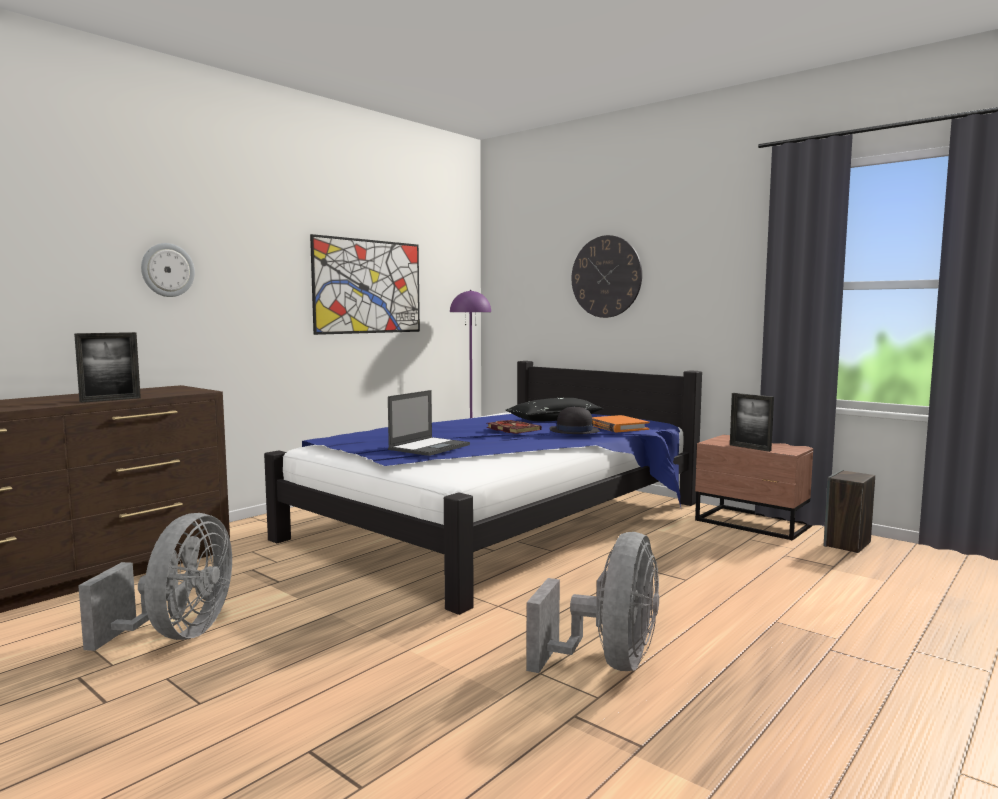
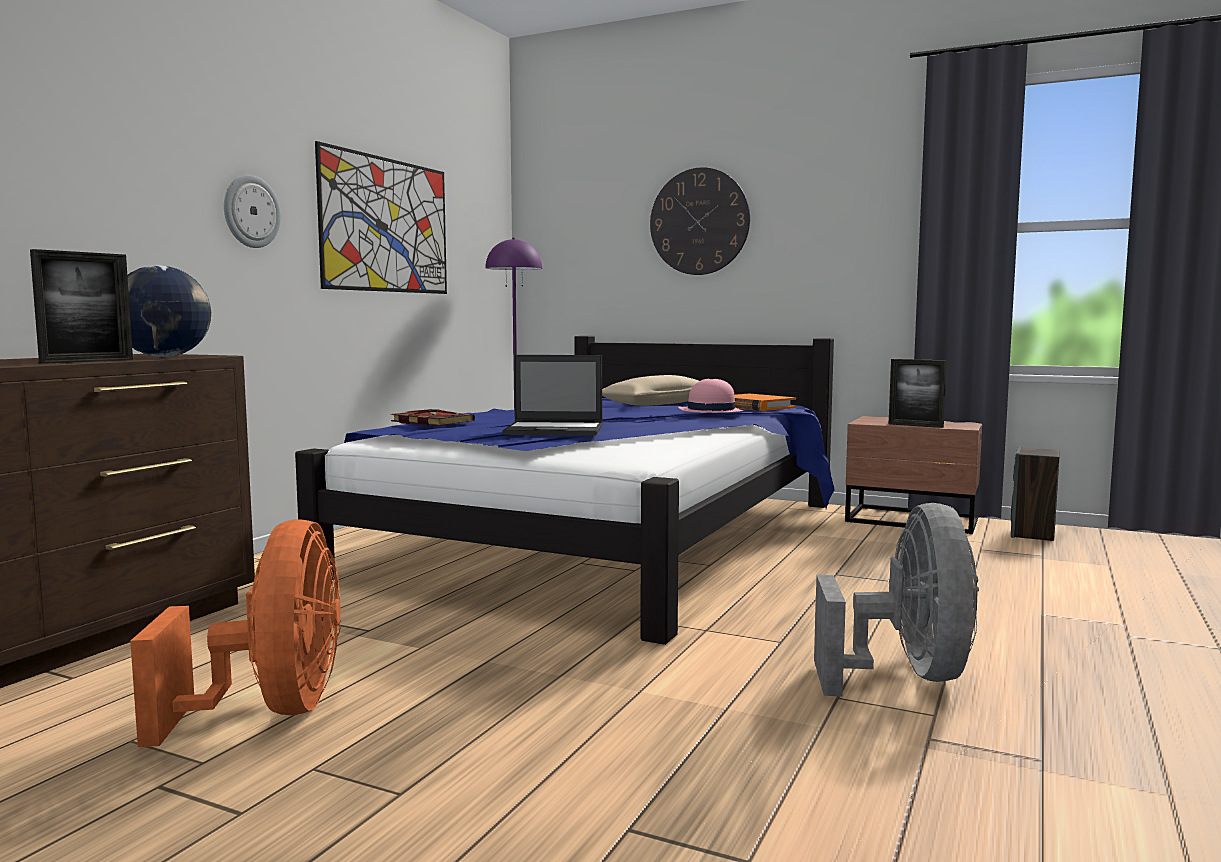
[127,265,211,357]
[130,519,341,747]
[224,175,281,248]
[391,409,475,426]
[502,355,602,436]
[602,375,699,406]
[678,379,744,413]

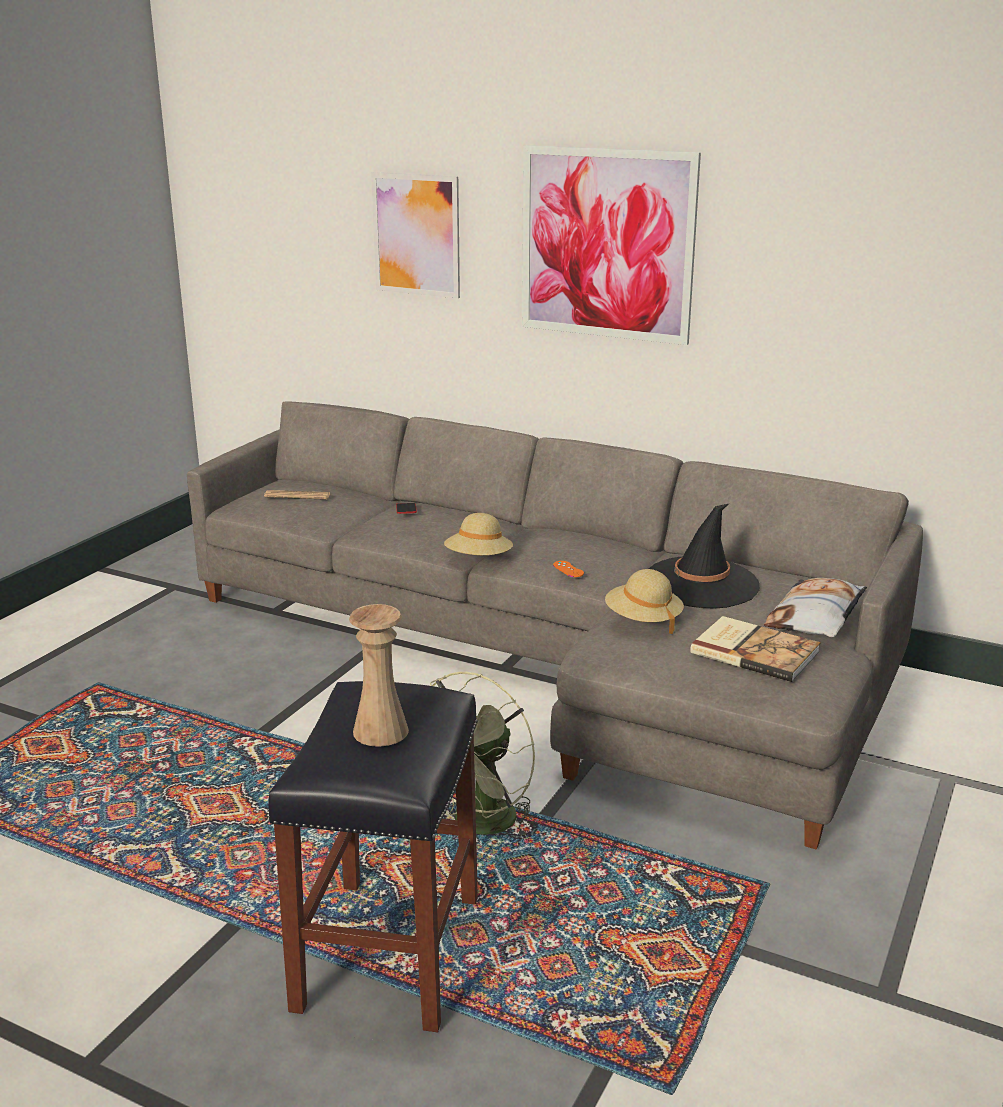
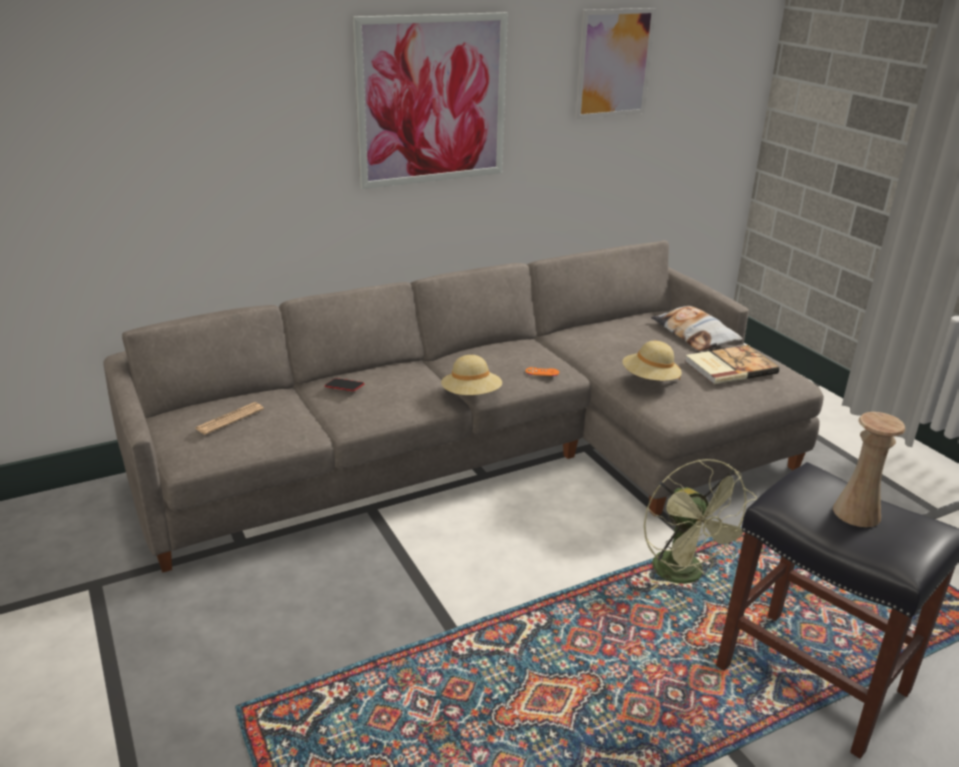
[575,8,656,119]
[649,504,760,608] (first image)

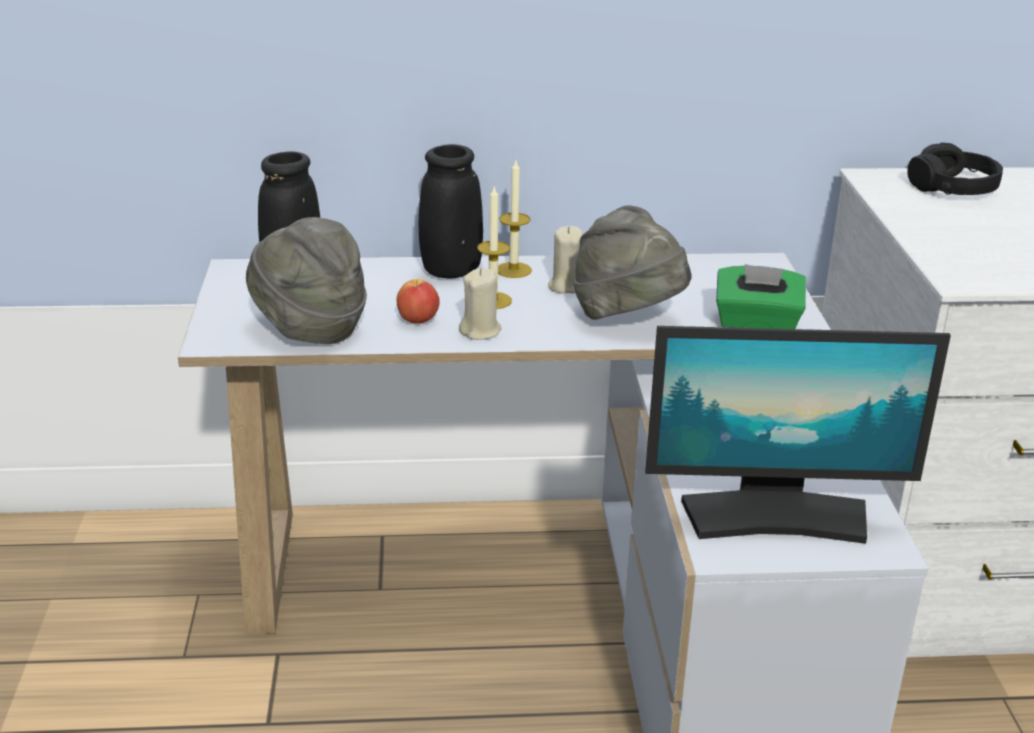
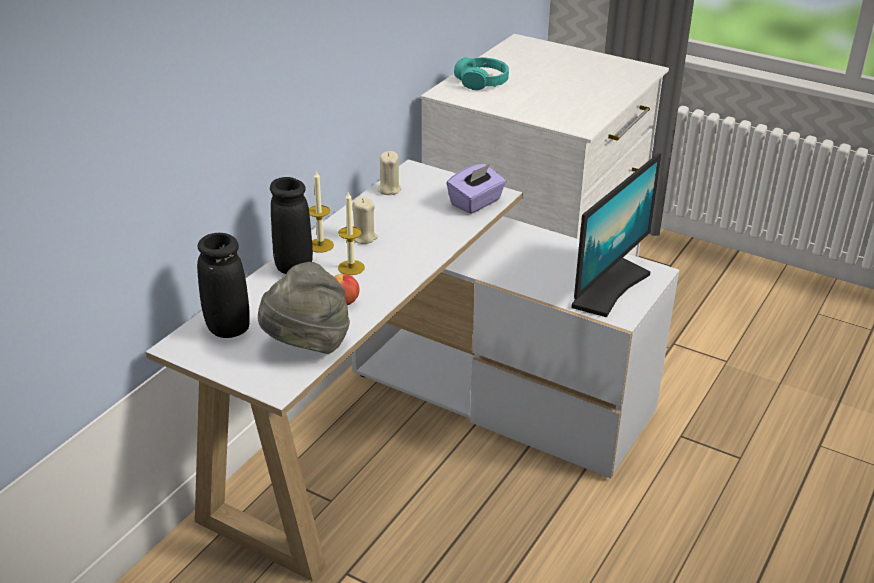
[377,151,401,195]
[446,164,506,214]
[454,57,509,90]
[573,205,692,320] (first image)

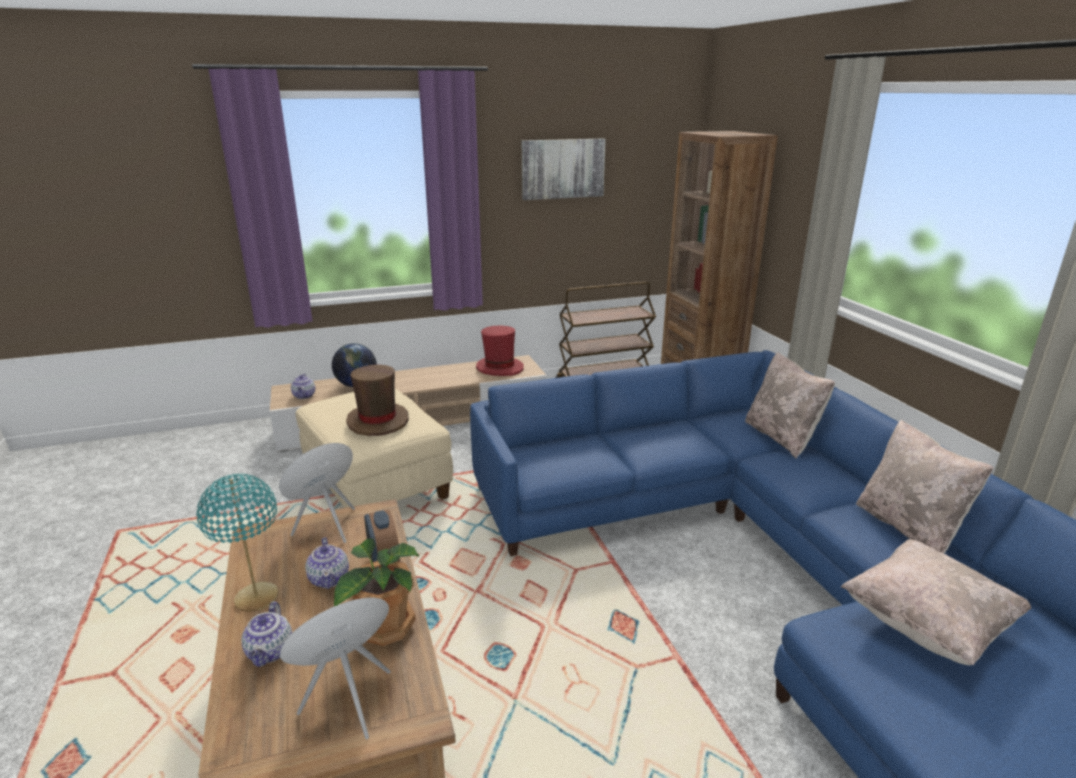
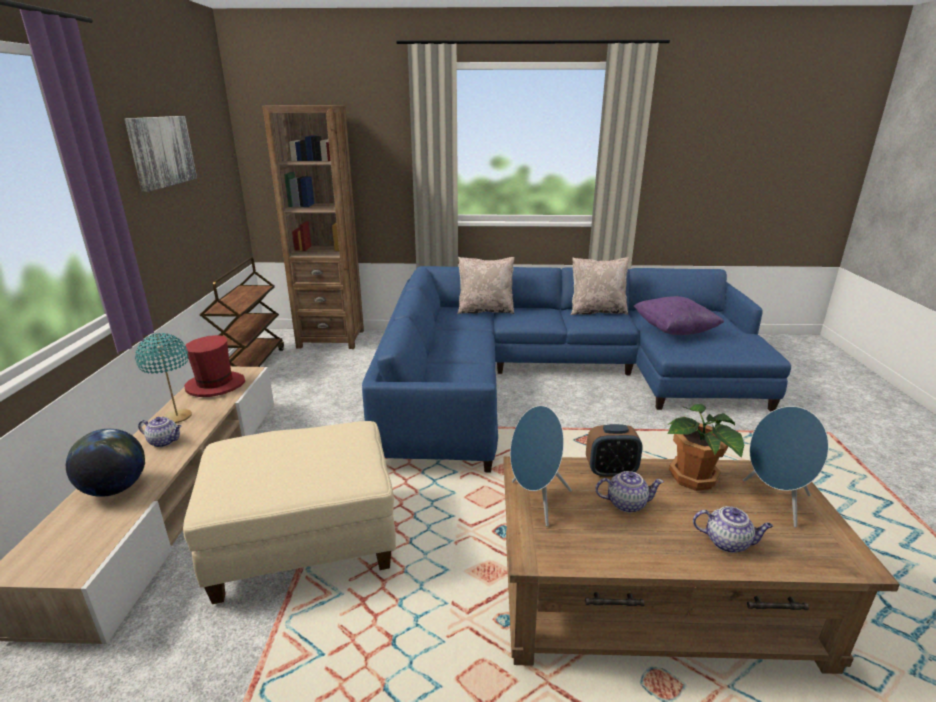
[135,333,192,423]
[138,417,181,447]
[634,296,724,335]
[346,365,409,436] (first image)

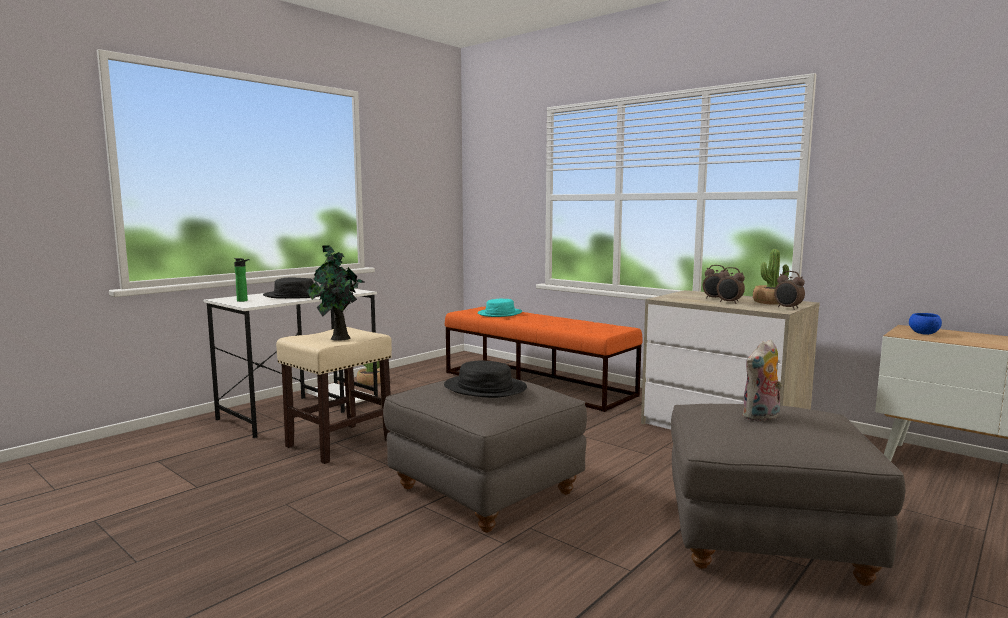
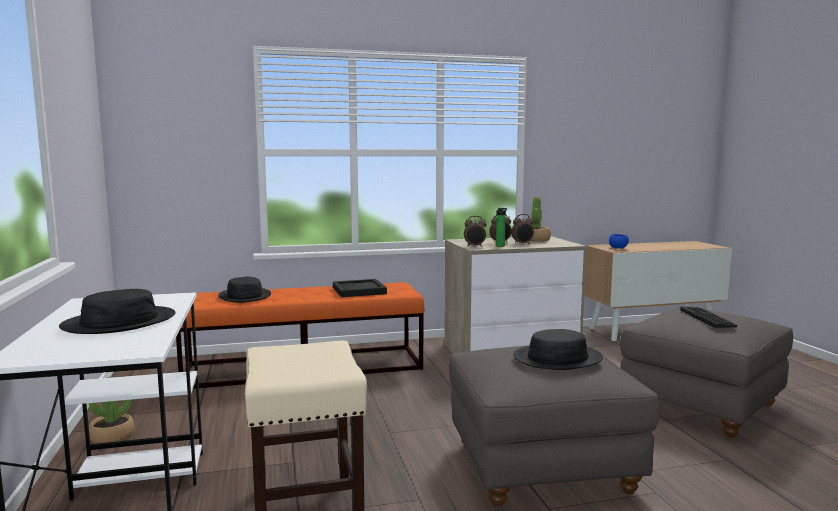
[218,277,271,302]
[333,279,387,297]
[464,216,486,247]
[496,208,507,247]
[680,307,737,328]
[306,245,365,341] (first image)

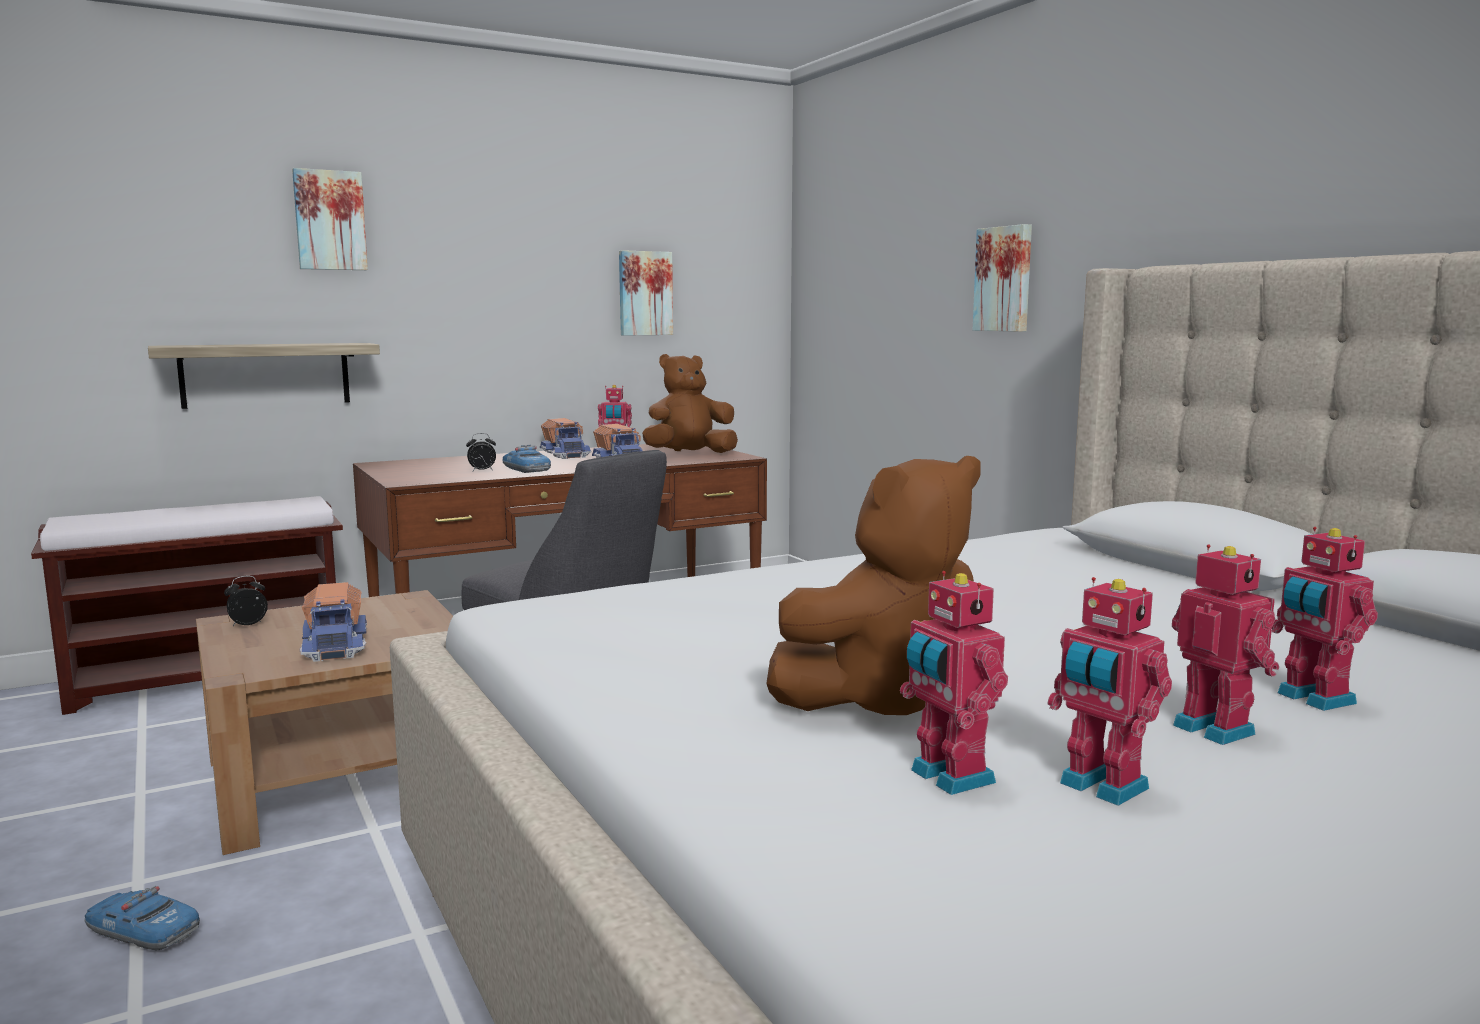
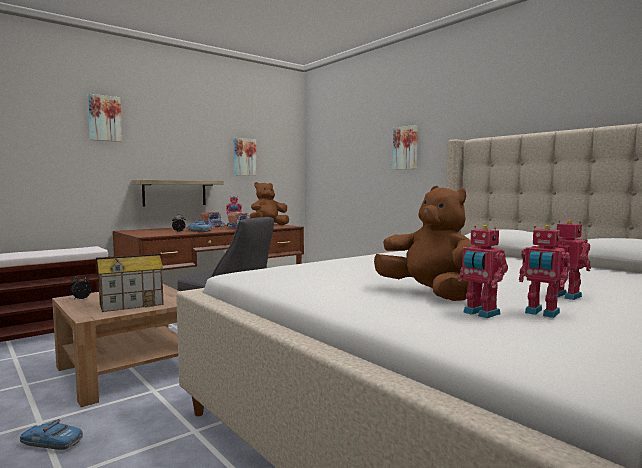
[96,253,164,312]
[132,180,224,207]
[374,186,478,301]
[1271,527,1378,711] (first image)

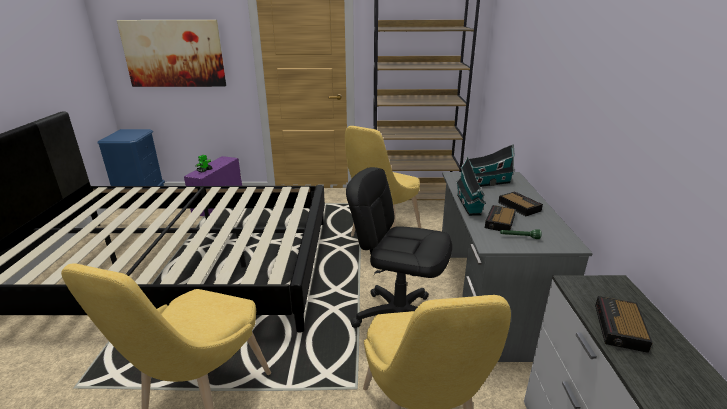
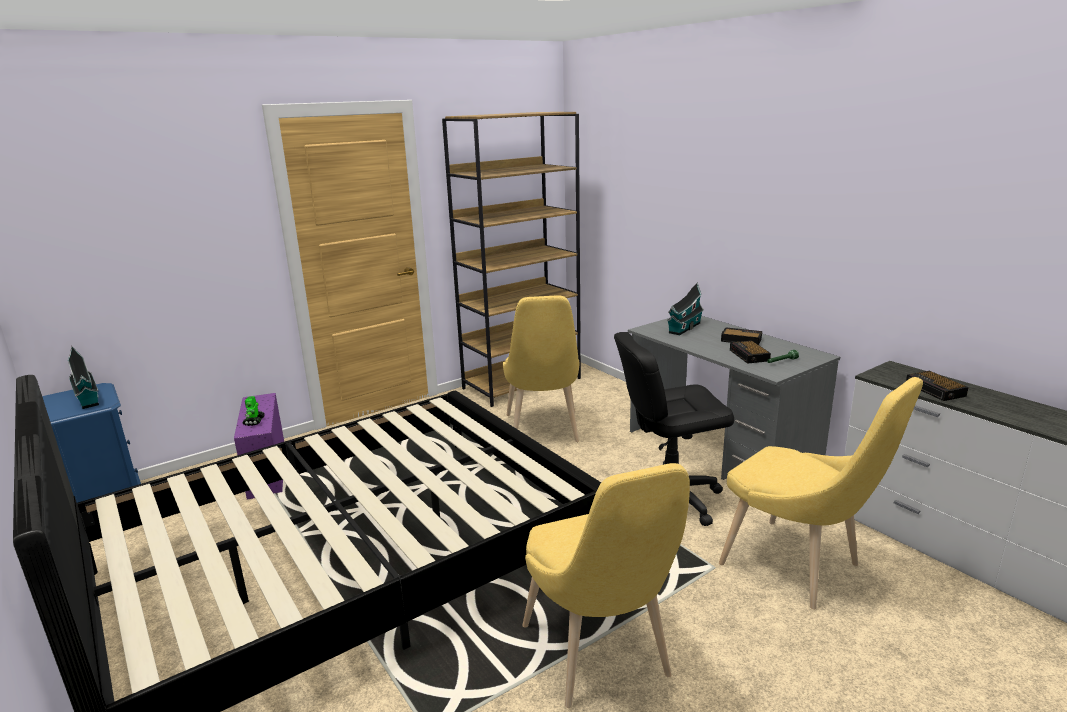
[68,346,99,409]
[117,20,226,87] (first image)

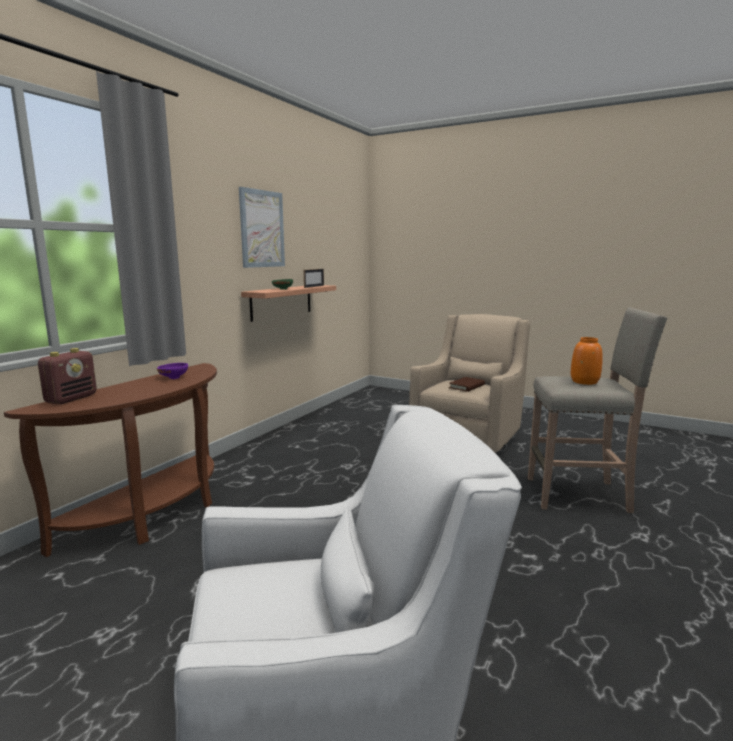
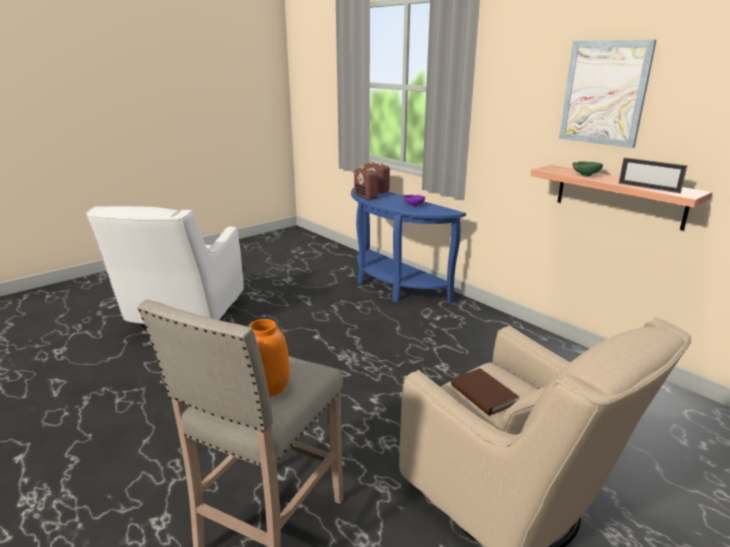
[351,188,466,304]
[354,166,380,200]

